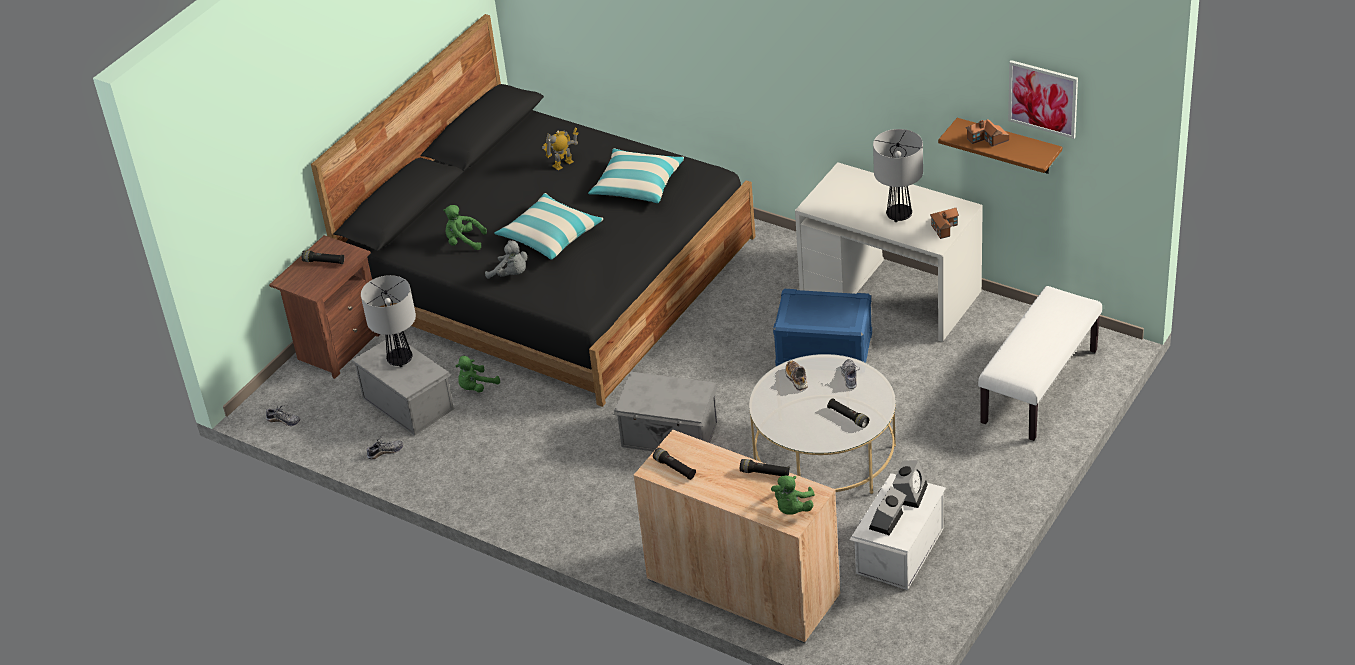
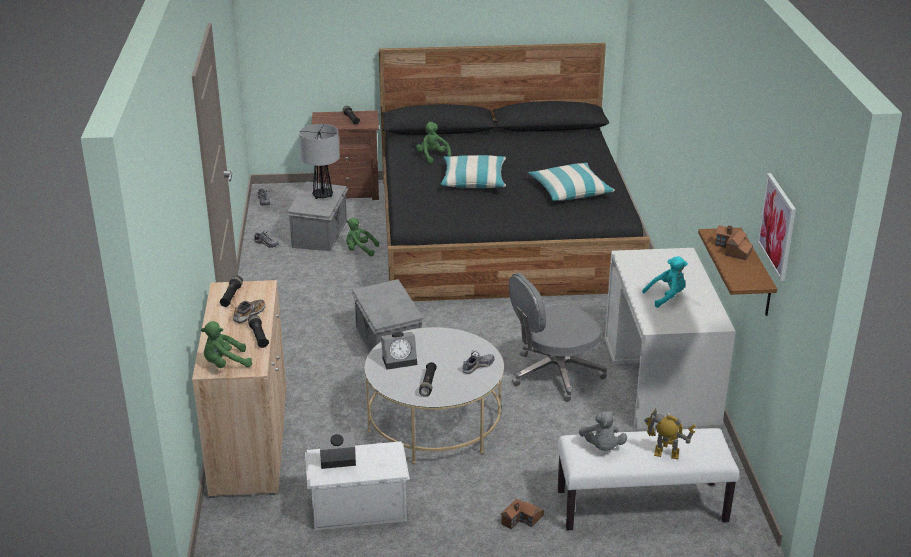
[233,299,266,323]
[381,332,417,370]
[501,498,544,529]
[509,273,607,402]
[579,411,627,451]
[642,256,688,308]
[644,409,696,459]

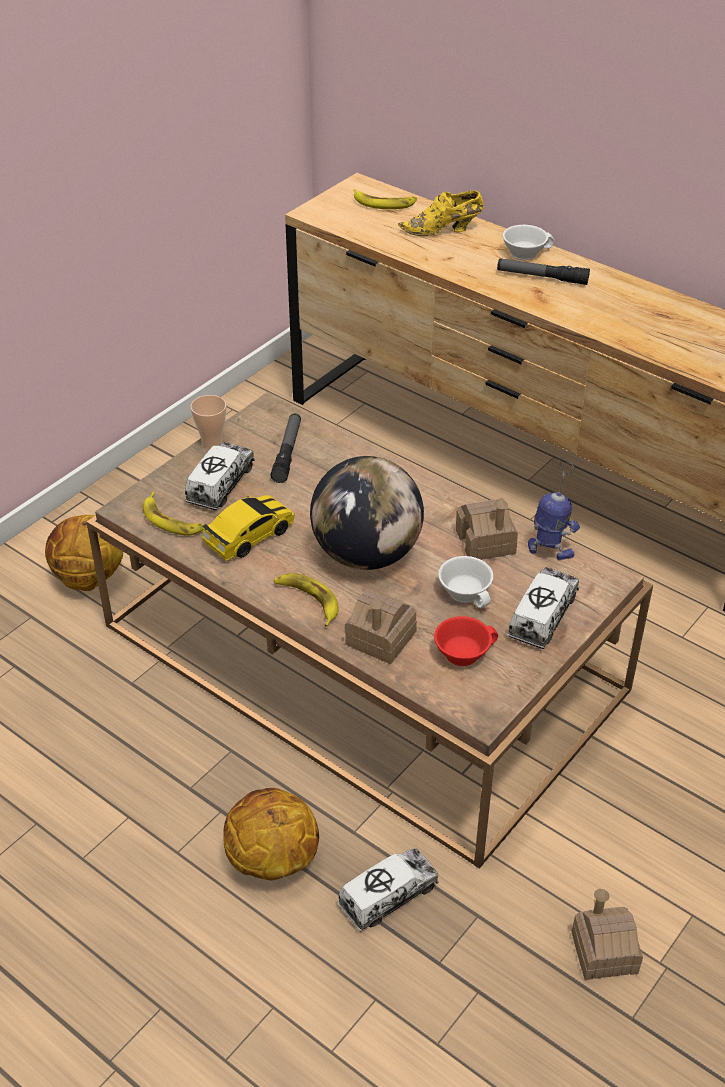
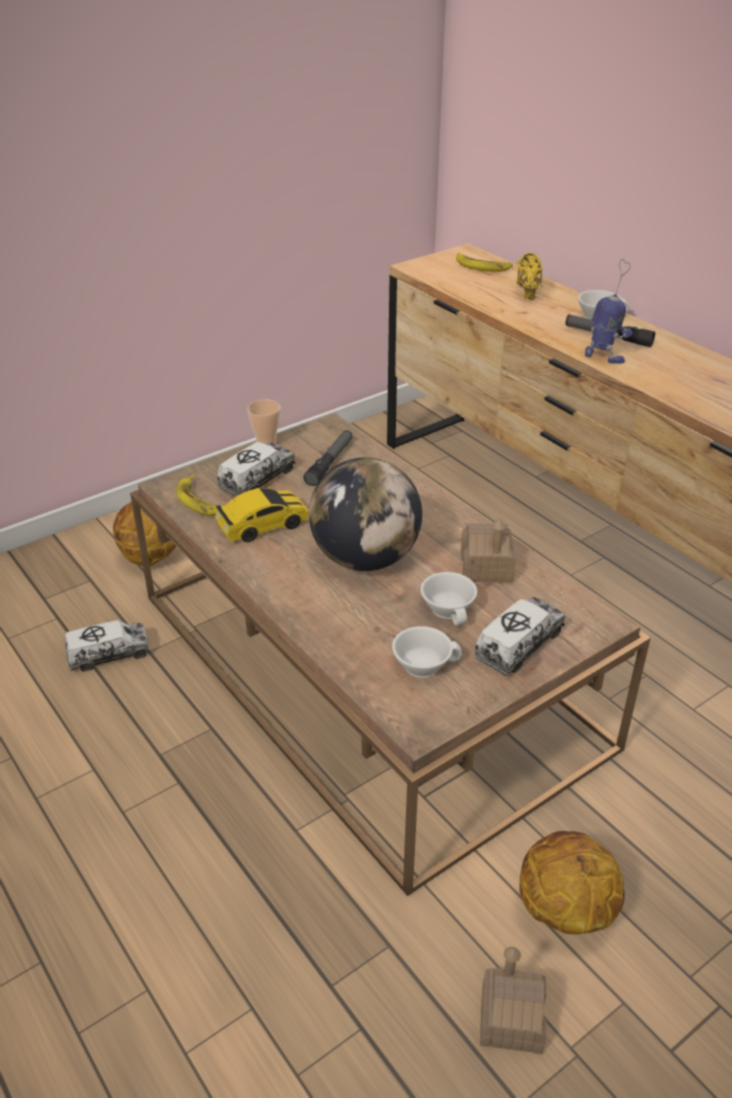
[64,620,150,671]
[392,626,462,678]
[516,253,542,300]
[519,831,625,934]
[585,259,632,364]
[274,573,339,627] (first image)
[345,589,417,664] (first image)

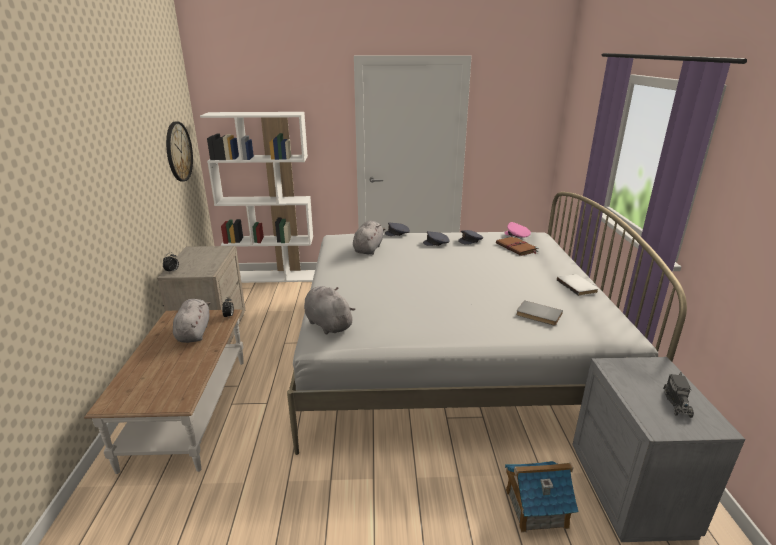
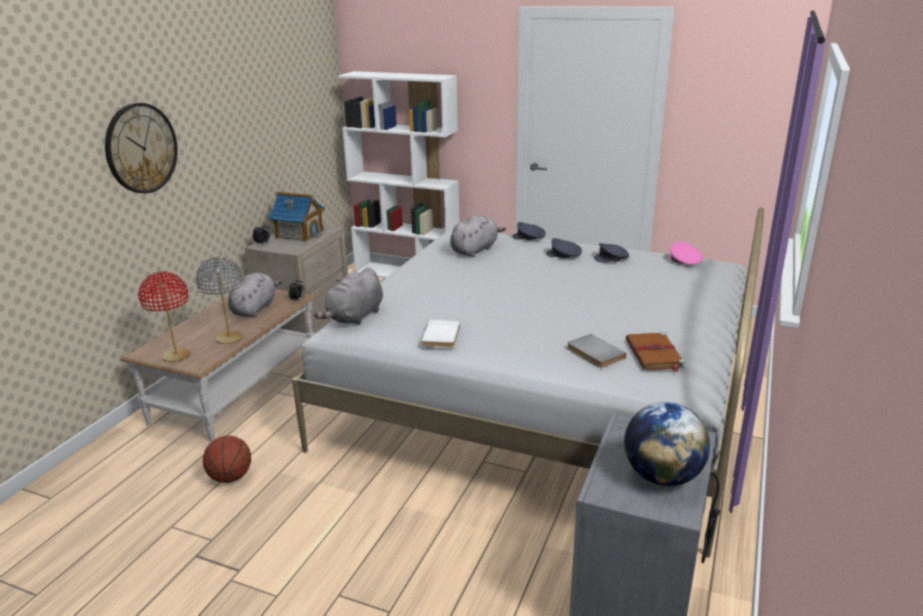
[105,103,178,193]
[138,271,191,362]
[196,257,243,344]
[203,436,251,483]
[268,191,325,242]
[314,267,383,325]
[421,319,460,348]
[624,402,710,486]
[626,332,685,372]

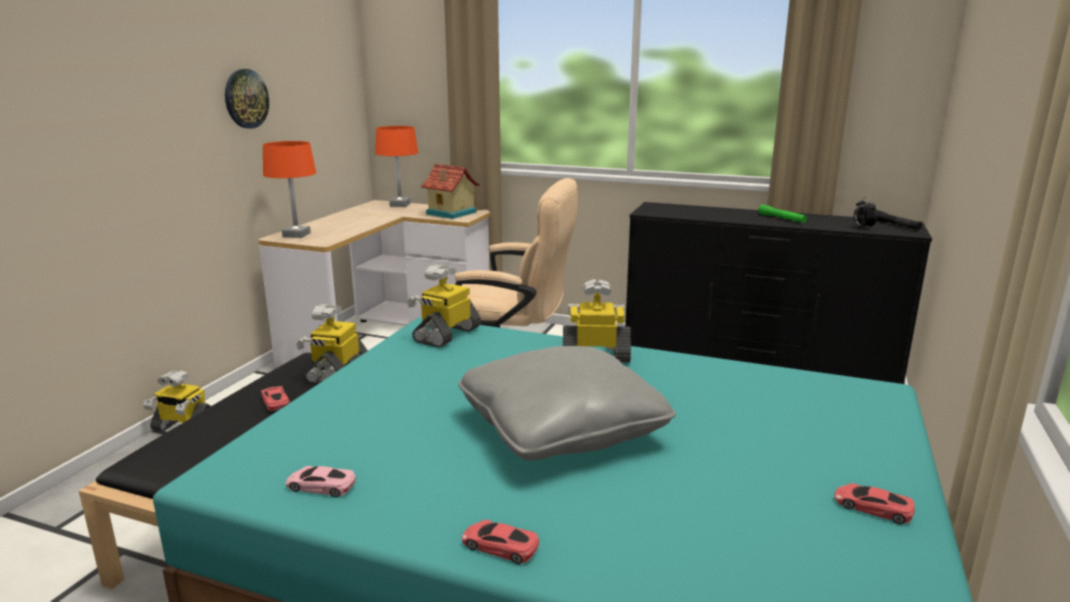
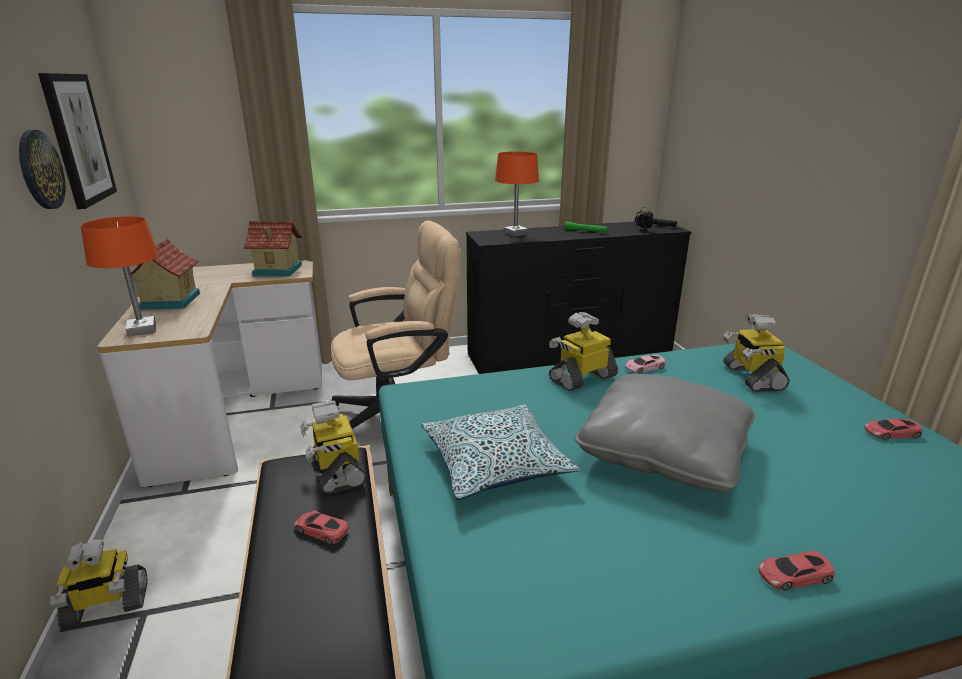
[38,73,117,209]
[124,239,200,310]
[422,405,580,501]
[495,151,539,237]
[625,354,666,374]
[723,315,790,392]

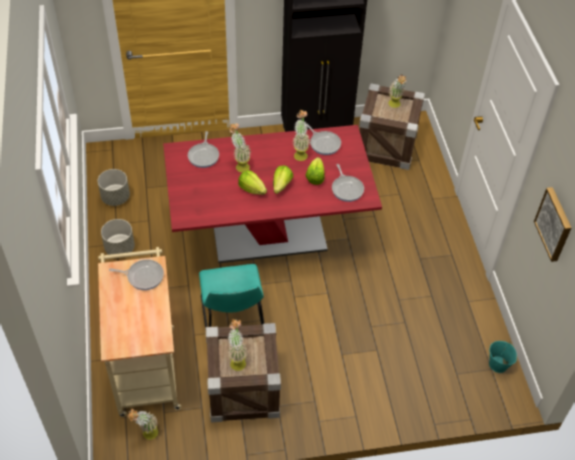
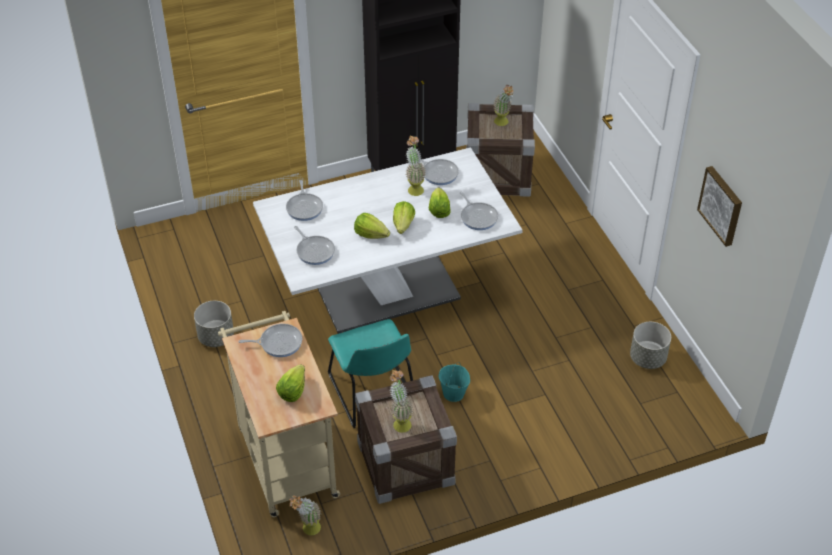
[253,147,523,334]
[276,364,305,402]
[294,226,335,265]
[439,362,470,402]
[630,322,671,369]
[229,123,251,172] (first image)

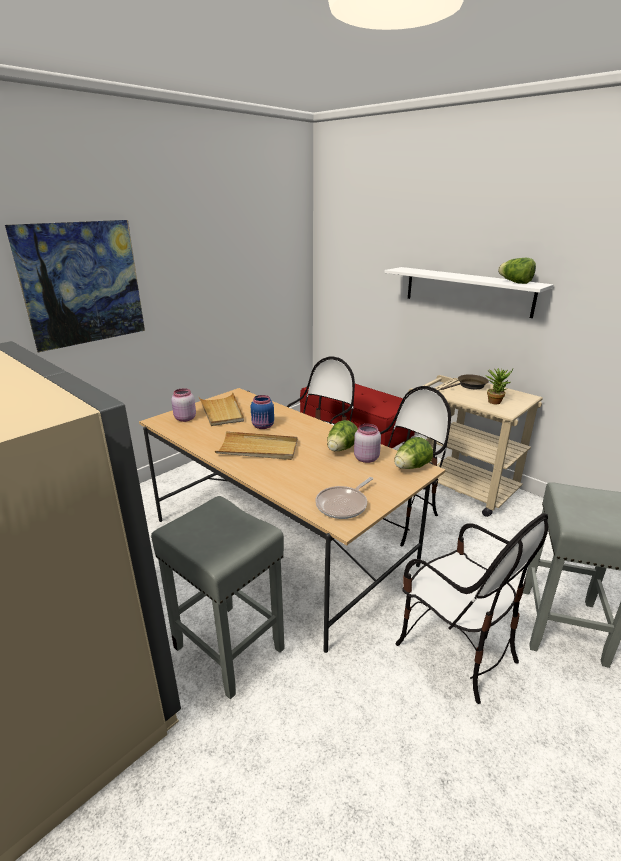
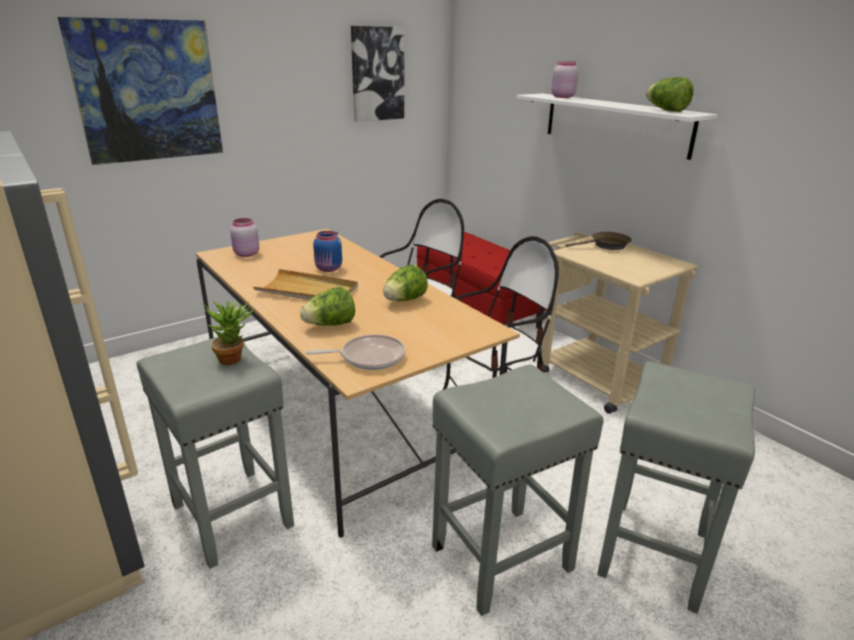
[200,300,254,365]
[300,287,355,326]
[306,334,405,370]
[351,26,404,122]
[432,365,604,616]
[551,61,578,98]
[198,392,244,426] (first image)

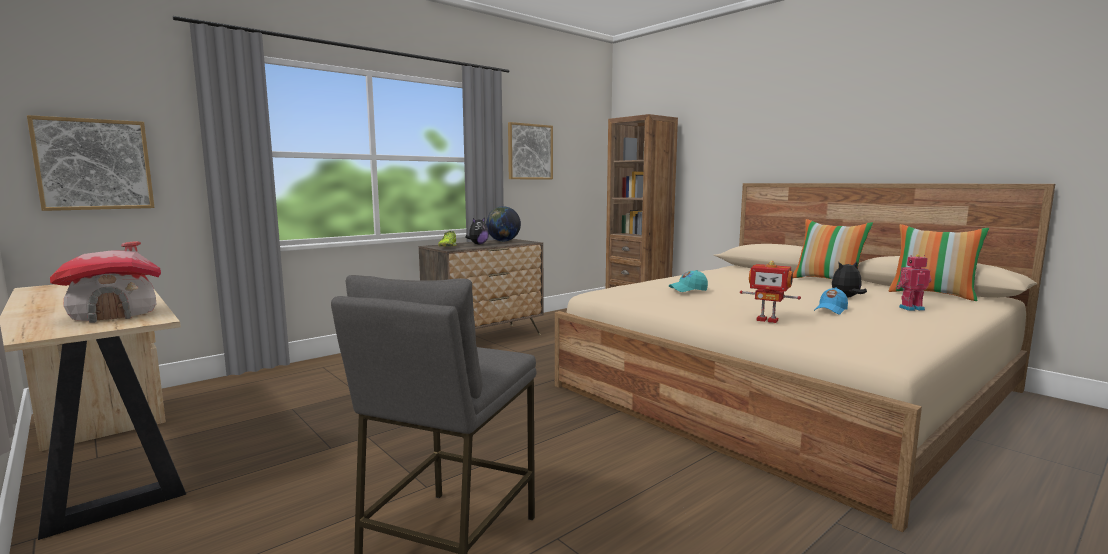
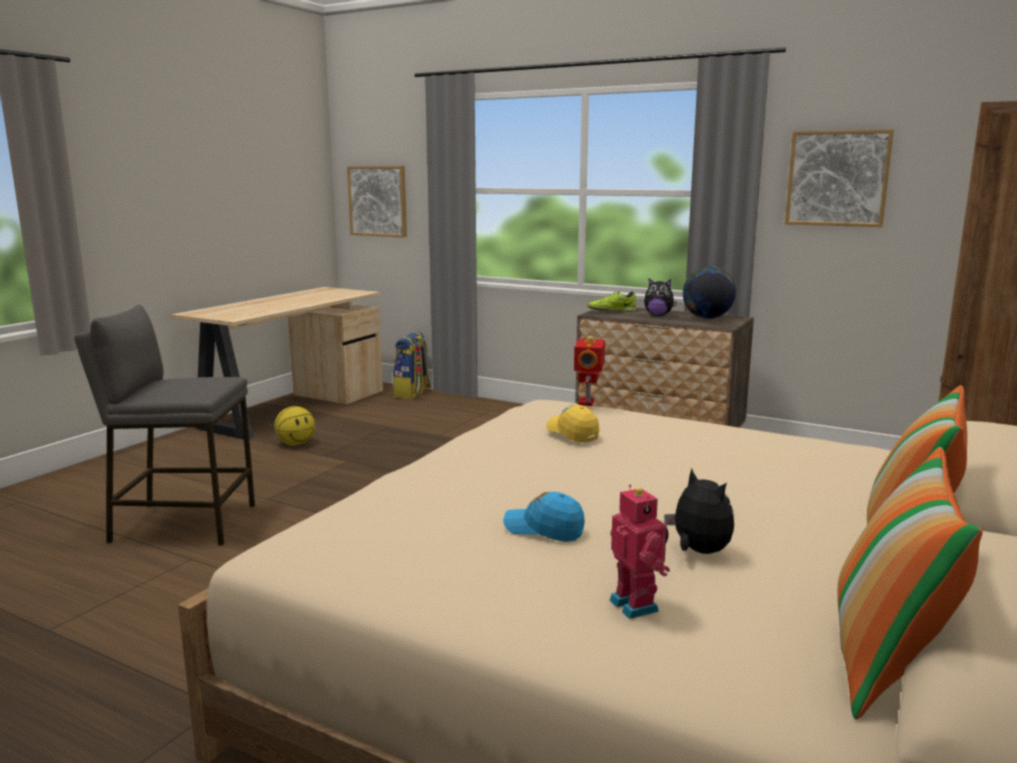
[274,406,315,446]
[393,332,431,399]
[546,405,600,442]
[574,336,605,406]
[50,241,161,323] (first image)

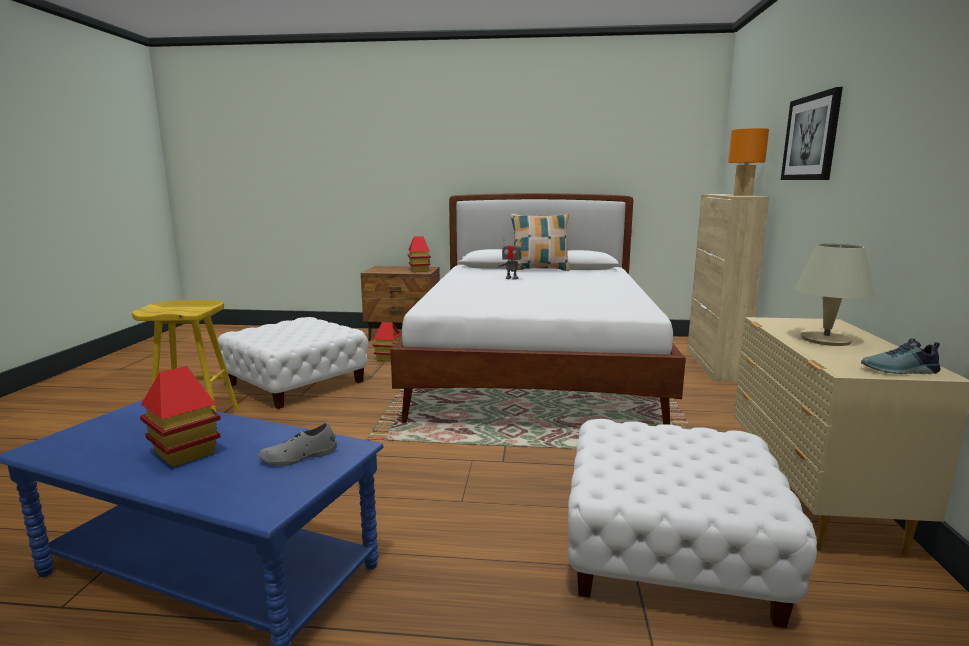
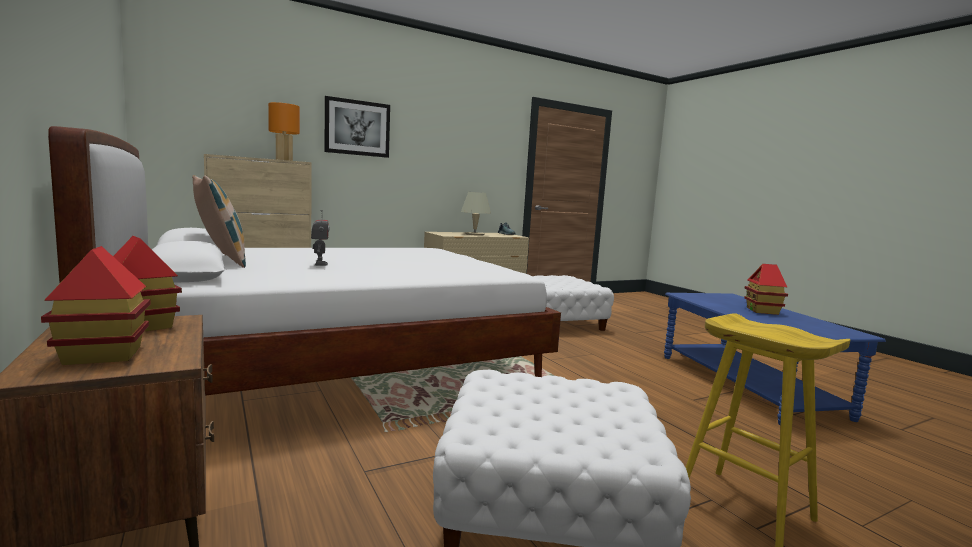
[41,246,151,365]
[258,423,337,466] (first image)

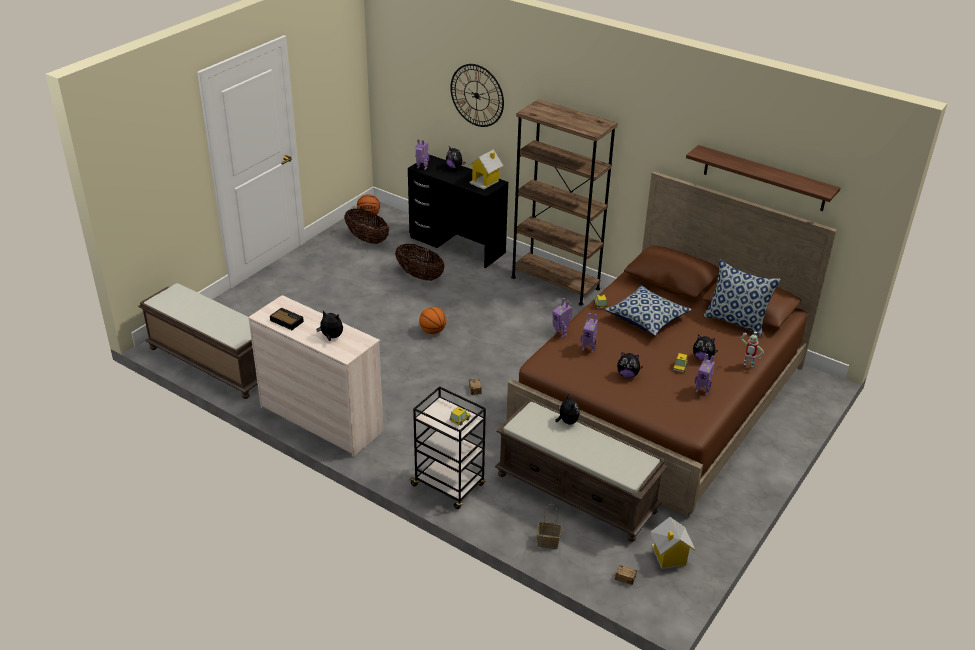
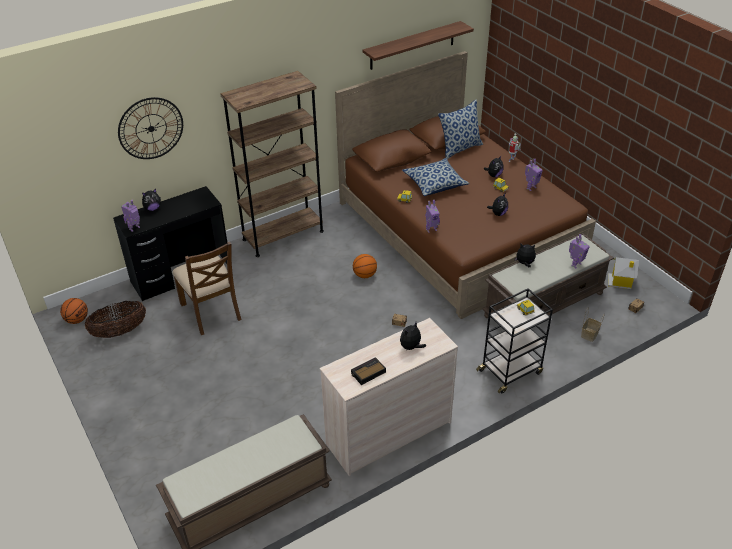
[173,241,242,335]
[353,254,377,278]
[569,234,590,268]
[469,149,503,189] (first image)

